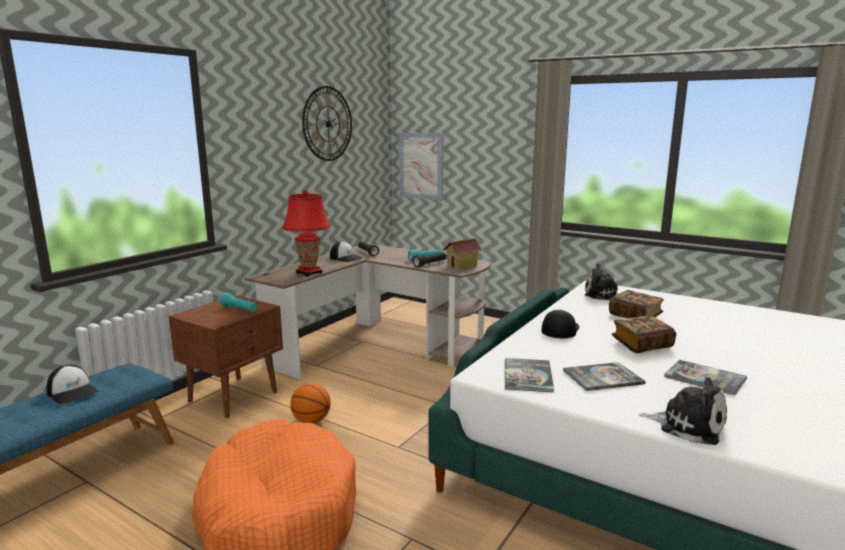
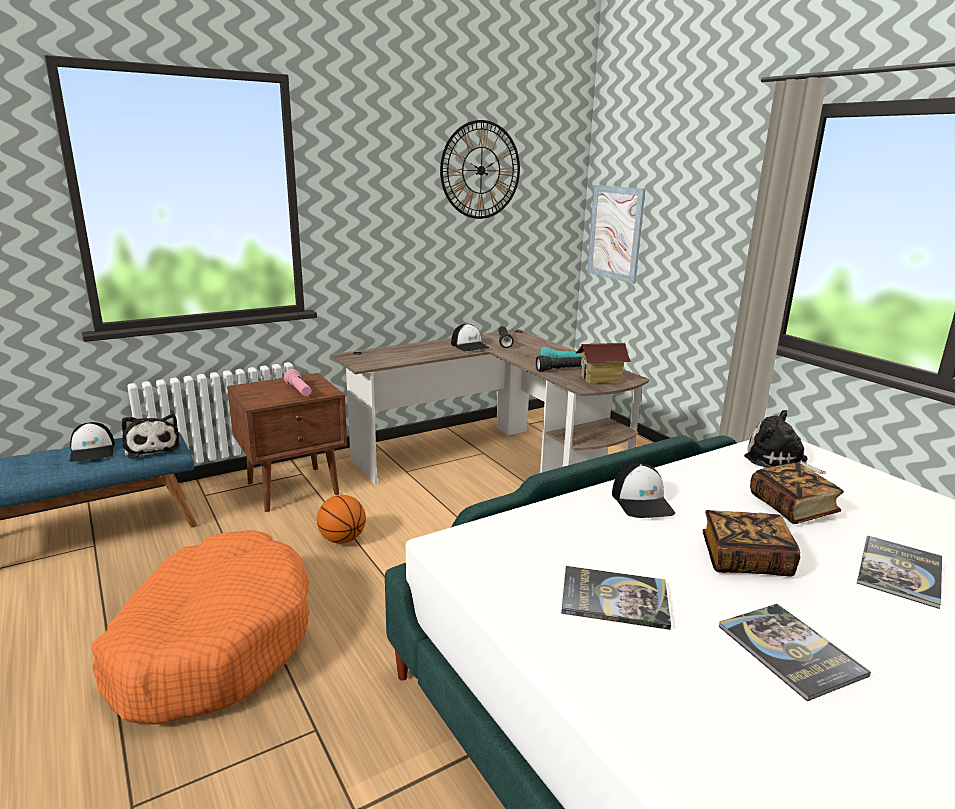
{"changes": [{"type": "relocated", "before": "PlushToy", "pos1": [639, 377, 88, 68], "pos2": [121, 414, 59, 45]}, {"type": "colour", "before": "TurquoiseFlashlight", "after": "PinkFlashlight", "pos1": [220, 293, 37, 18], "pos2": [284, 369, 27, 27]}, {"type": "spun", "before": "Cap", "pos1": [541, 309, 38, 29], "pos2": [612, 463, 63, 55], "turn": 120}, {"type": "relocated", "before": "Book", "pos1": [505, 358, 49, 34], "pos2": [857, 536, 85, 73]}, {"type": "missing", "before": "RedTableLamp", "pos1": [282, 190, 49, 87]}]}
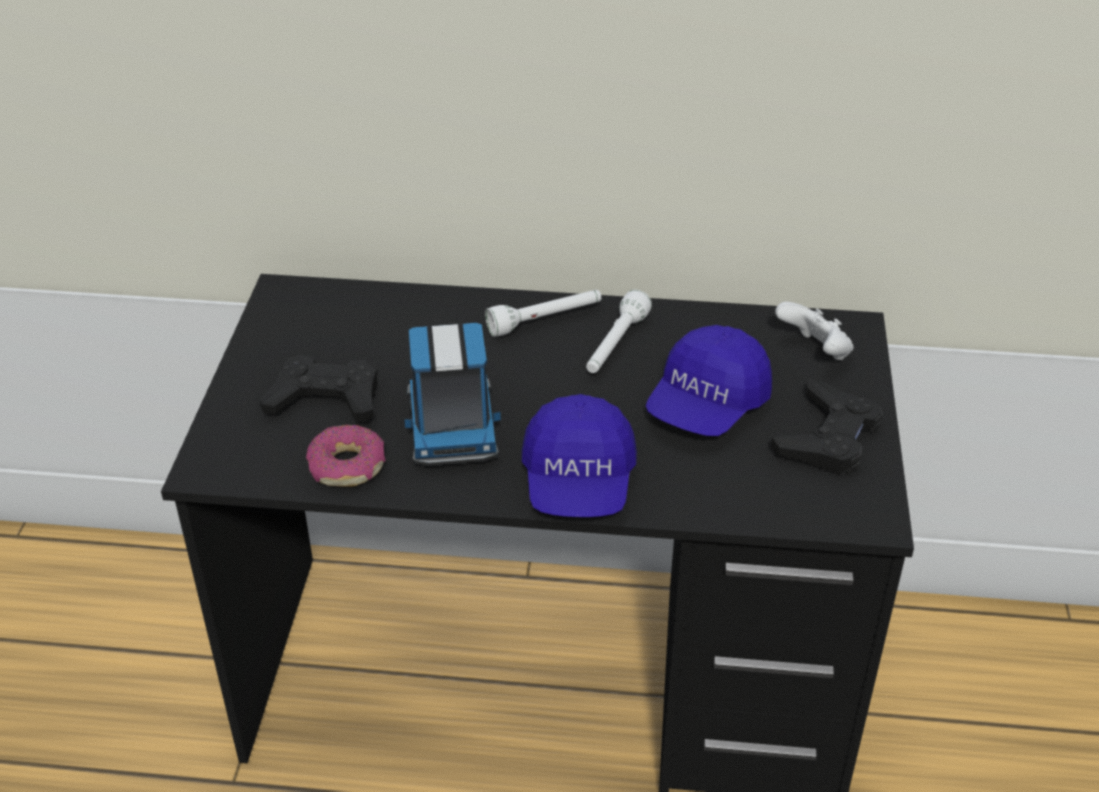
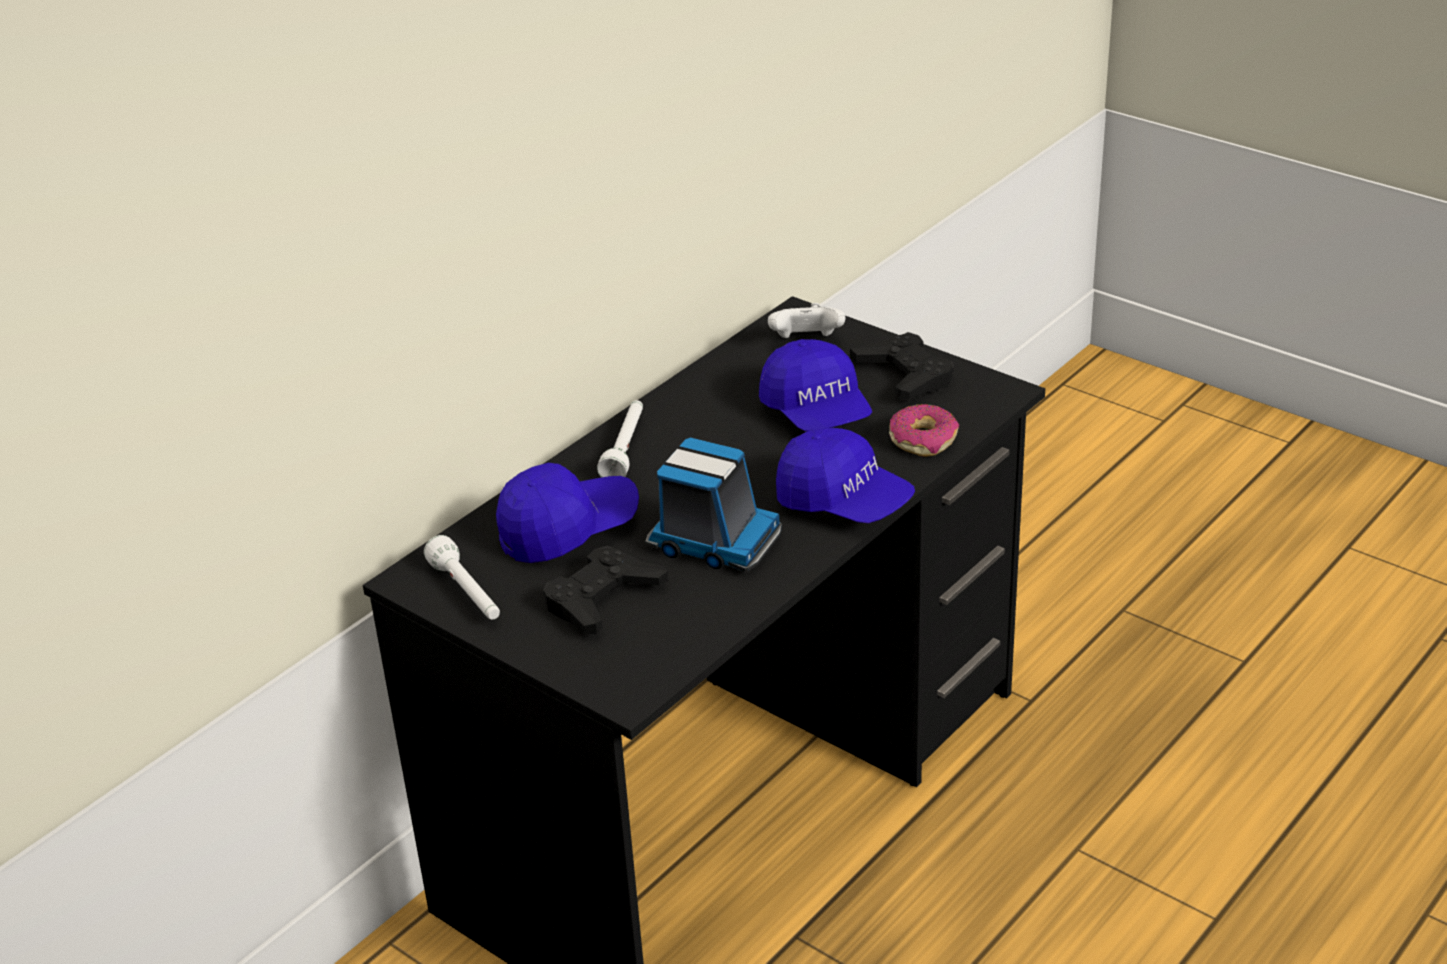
{"changes": [{"type": "relocated", "before": "WhiteFlashlight", "pos1": [586, 290, 66, 83], "pos2": [424, 535, 76, 85]}, {"type": "appeared", "after": "BlueCap", "pos2": [496, 463, 143, 100]}, {"type": "relocated", "before": "Donut", "pos1": [306, 425, 80, 62], "pos2": [889, 404, 70, 53]}]}
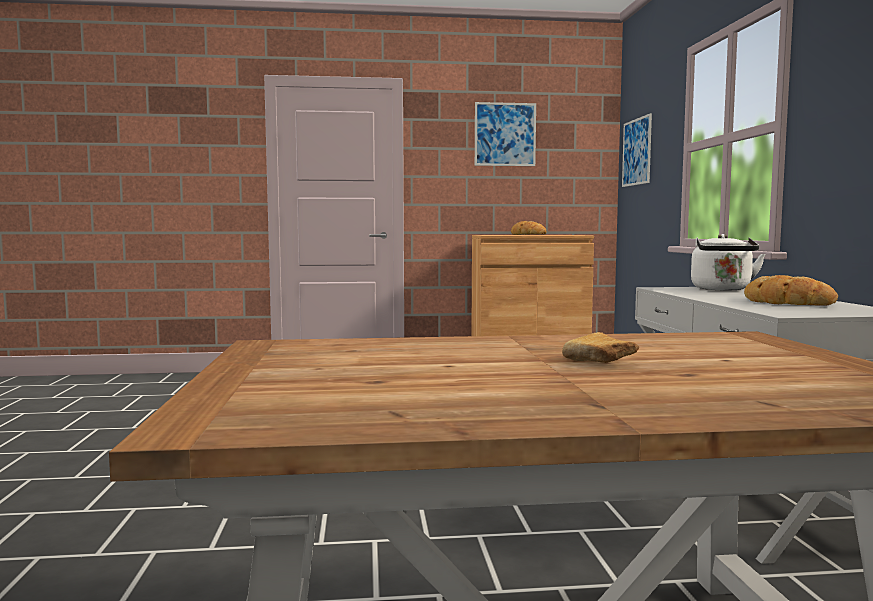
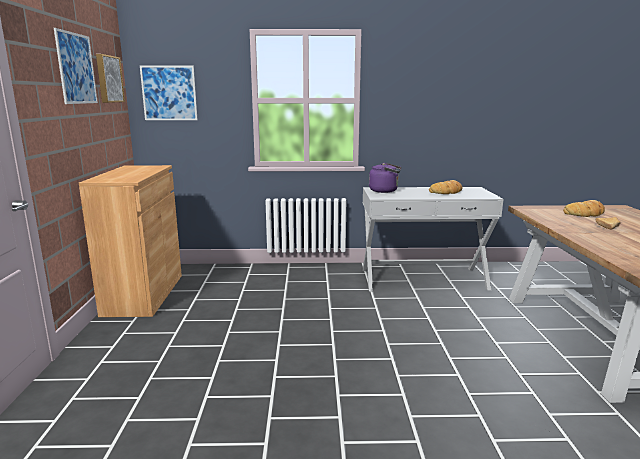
{"changes": [{"type": "appeared", "after": "Picture", "pos2": [96, 54, 29, 49]}, {"type": "colour", "before": "WhiteKettle", "after": "PurpleKettle", "pos1": [691, 234, 74, 56], "pos2": [369, 163, 33, 30]}, {"type": "relocated", "before": "Bread", "pos1": [511, 221, 36, 14], "pos2": [563, 200, 42, 17]}]}
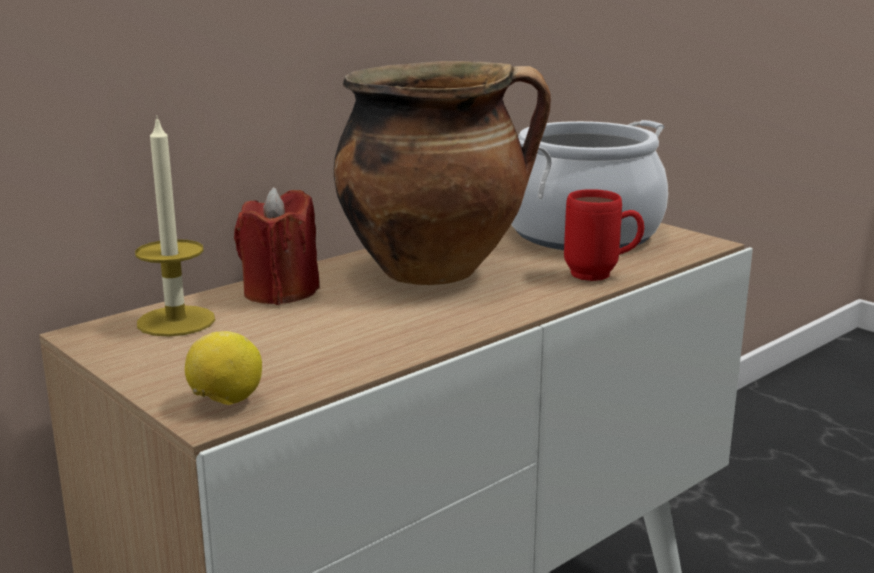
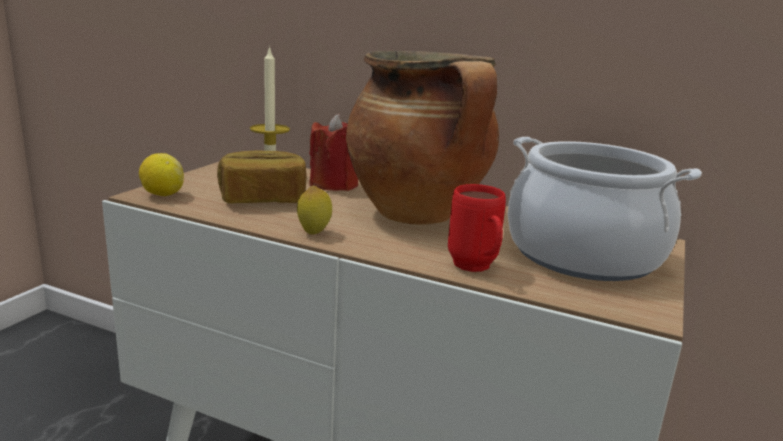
{"changes": [{"type": "appeared", "after": "Bread", "pos2": [217, 150, 90, 54]}, {"type": "appeared", "after": "Lemon", "pos2": [297, 186, 35, 49]}]}
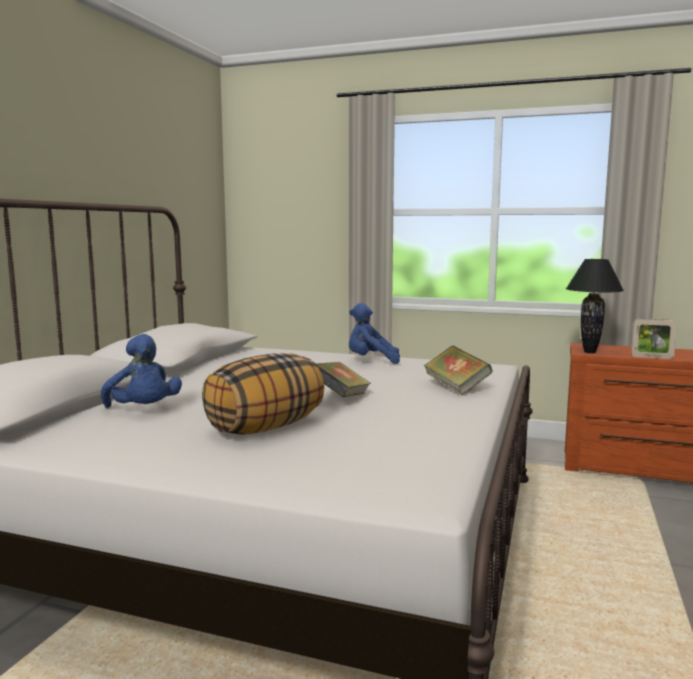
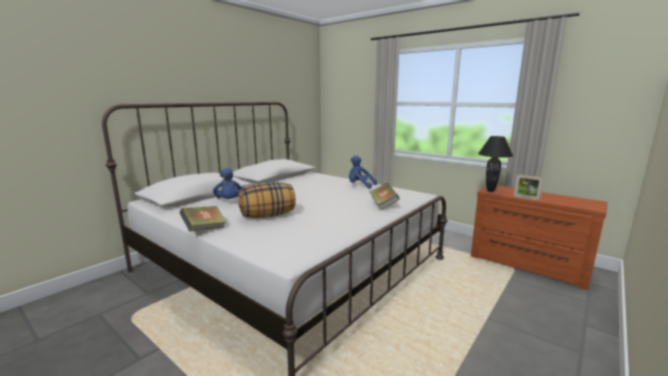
{"changes": [{"type": "relocated", "before": "Book", "pos1": [316, 362, 55, 35], "pos2": [180, 206, 47, 25]}]}
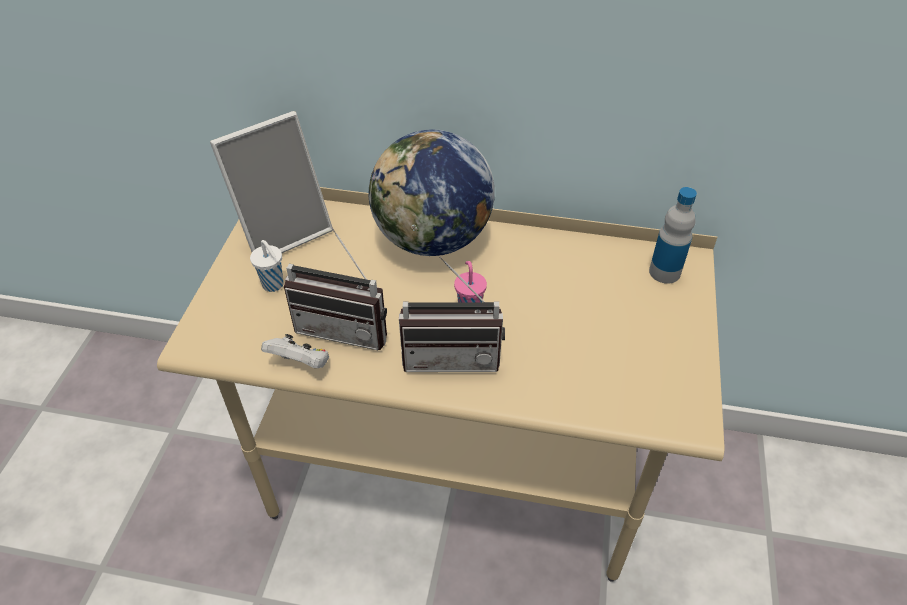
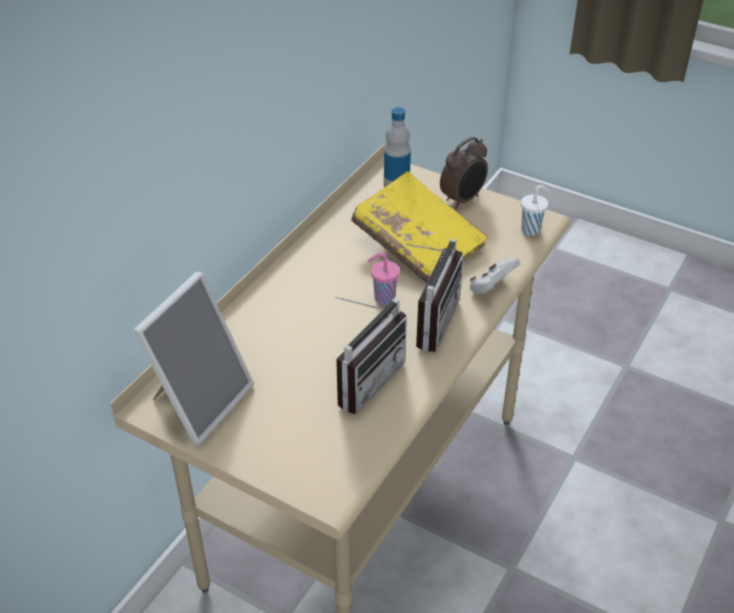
{"changes": [{"type": "spun", "before": "PictureFrame", "pos1": [210, 111, 123, 142], "pos2": [133, 272, 121, 173], "turn": 45}, {"type": "appeared", "after": "YellowBook", "pos2": [351, 171, 137, 112]}, {"type": "appeared", "after": "AlarmClock", "pos2": [440, 137, 48, 72]}, {"type": "relocated", "before": "WhiteGameController", "pos1": [261, 334, 68, 34], "pos2": [470, 258, 51, 37]}, {"type": "relocated", "before": "WhiteCup", "pos1": [250, 240, 34, 52], "pos2": [521, 185, 29, 51]}, {"type": "missing", "before": "Globe", "pos1": [368, 129, 127, 127]}]}
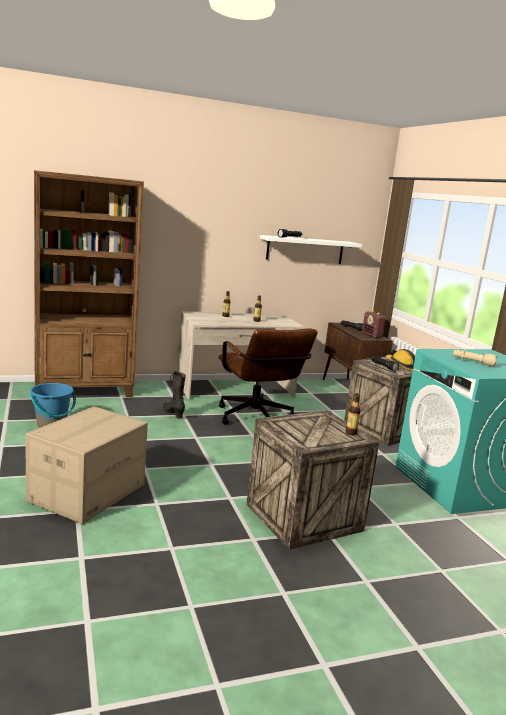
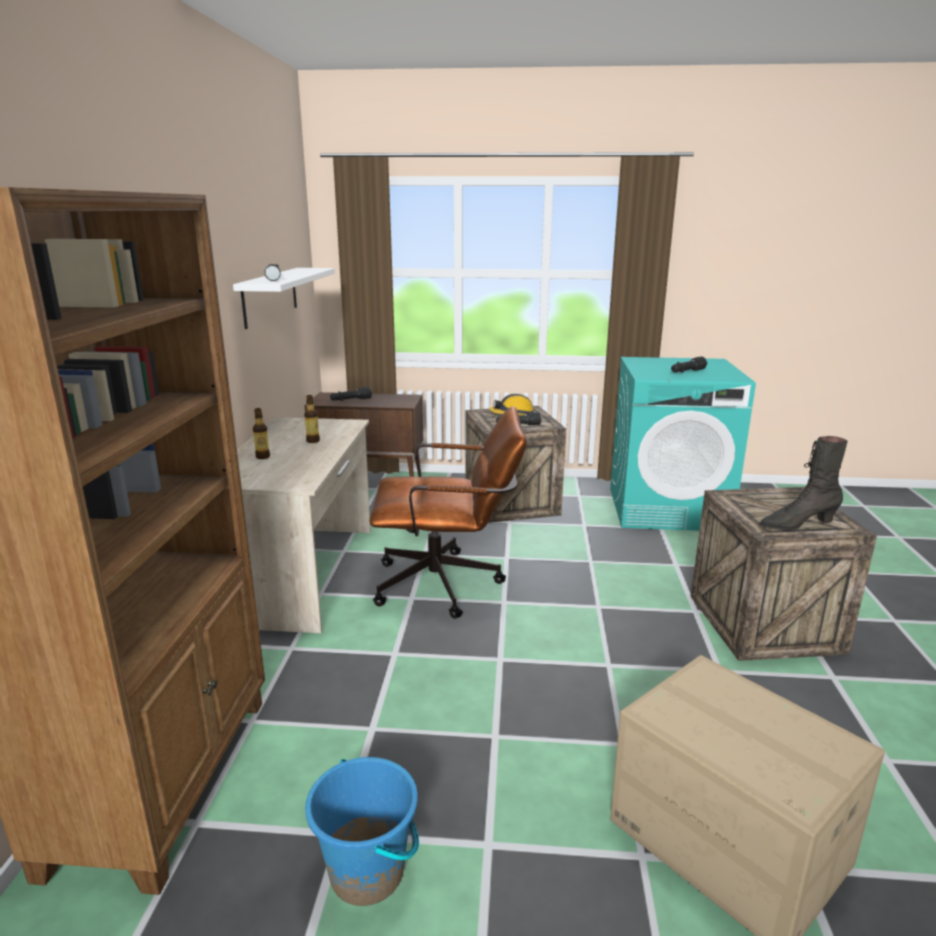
{"changes": [{"type": "colour", "before": "BeigeFlashlight", "after": "BlackFlashlight", "pos1": [453, 350, 44, 17], "pos2": [671, 356, 36, 17]}, {"type": "relocated", "before": "BlackBoot", "pos1": [163, 371, 23, 47], "pos2": [759, 436, 89, 95]}, {"type": "missing", "before": "Bottle", "pos1": [346, 394, 15, 41]}, {"type": "missing", "before": "Radio", "pos1": [362, 310, 25, 28]}]}
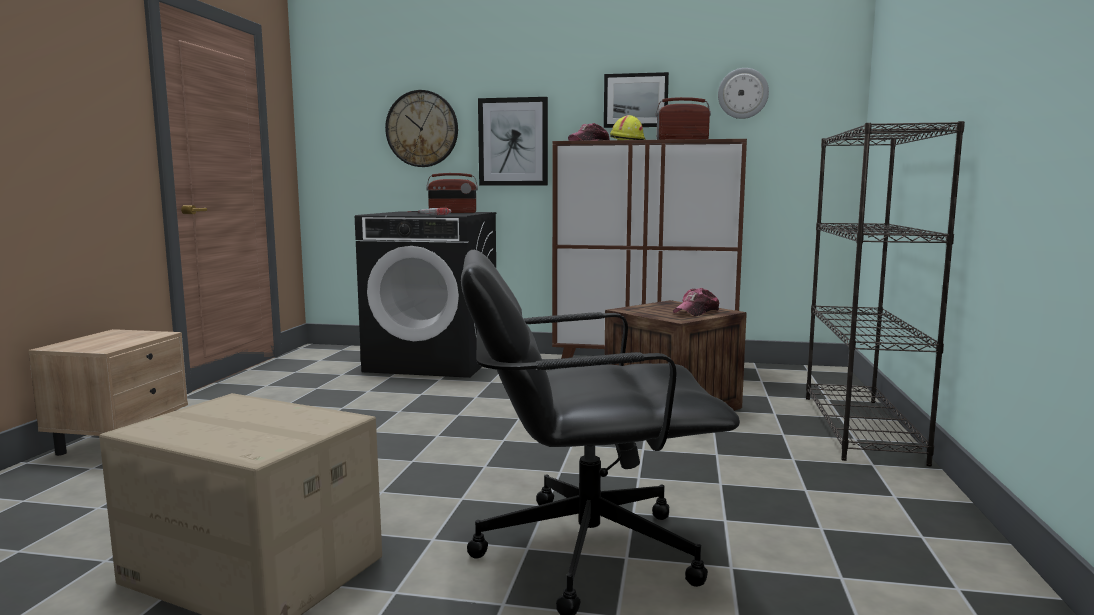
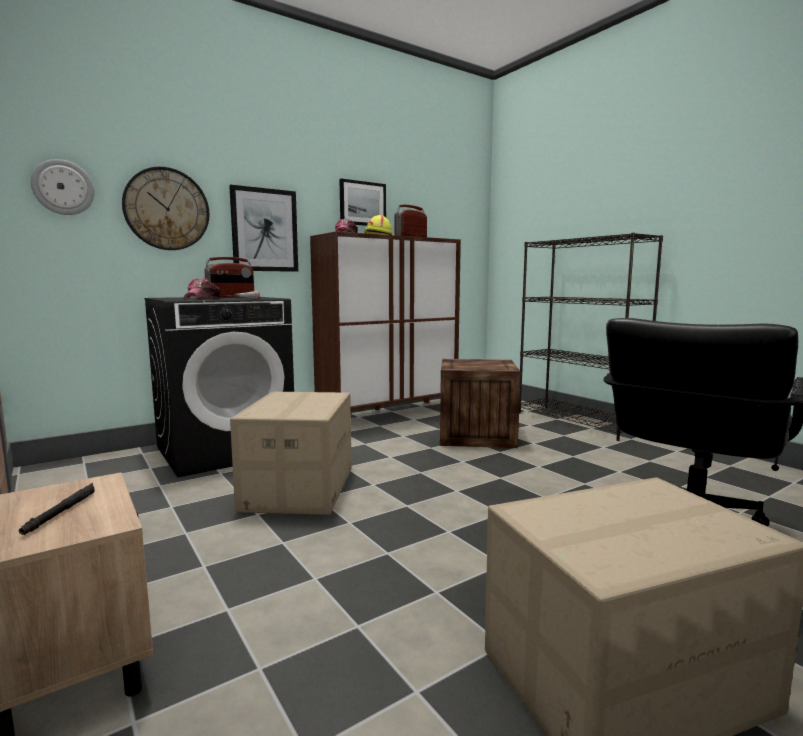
{"changes": [{"type": "appeared", "after": "BlackFlashlight", "pos2": [19, 483, 76, 52]}, {"type": "relocated", "before": "WallClock", "pos1": [718, 68, 51, 51], "pos2": [31, 159, 63, 56]}, {"type": "relocated", "before": "Cap", "pos1": [673, 288, 46, 28], "pos2": [184, 278, 36, 21]}, {"type": "appeared", "after": "CardboardBox", "pos2": [230, 392, 122, 123]}]}
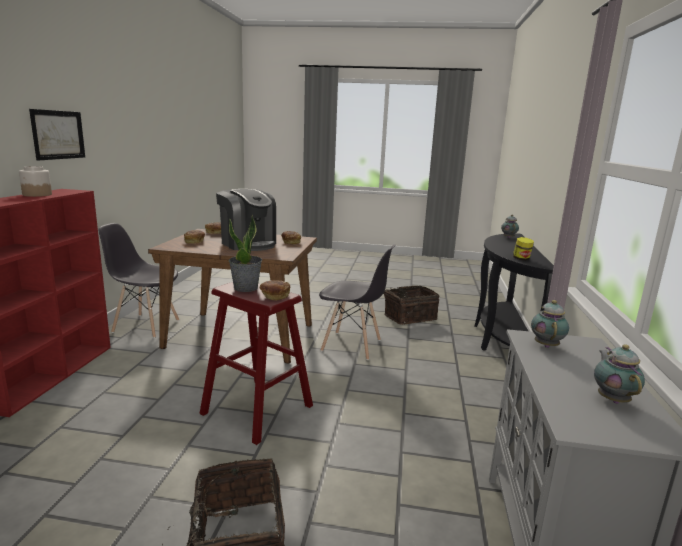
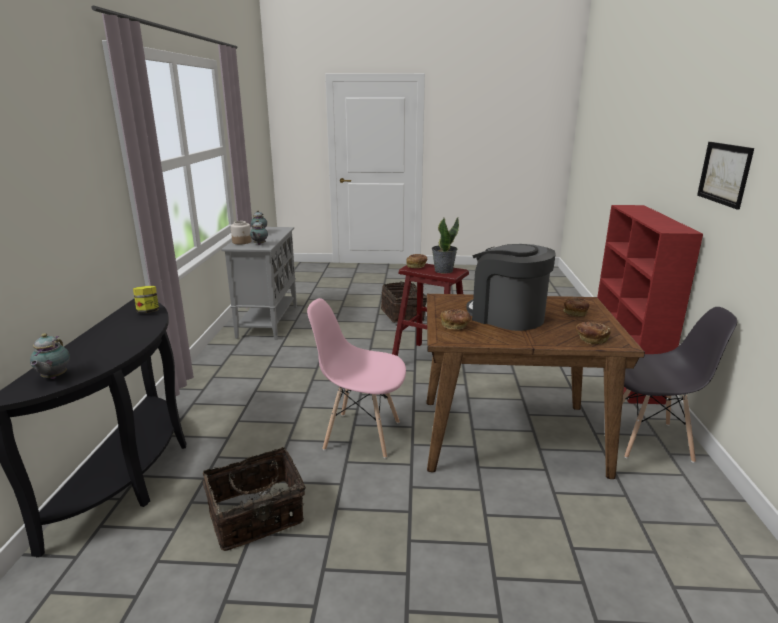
{"changes": [{"type": "relocated", "before": "Jar", "pos1": [19, 166, 33, 31], "pos2": [231, 221, 20, 24]}, {"type": "colour", "before": "GreyChair", "after": "PinkChair", "pos1": [319, 244, 77, 116], "pos2": [307, 298, 99, 160]}]}
